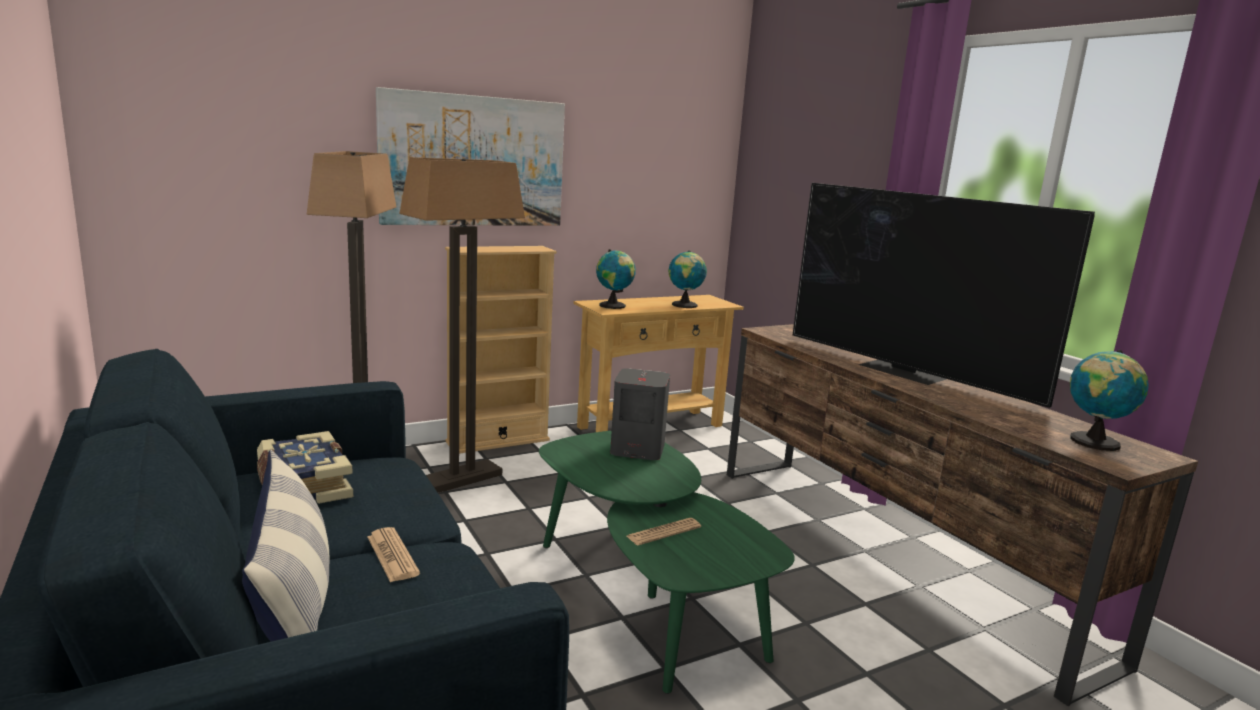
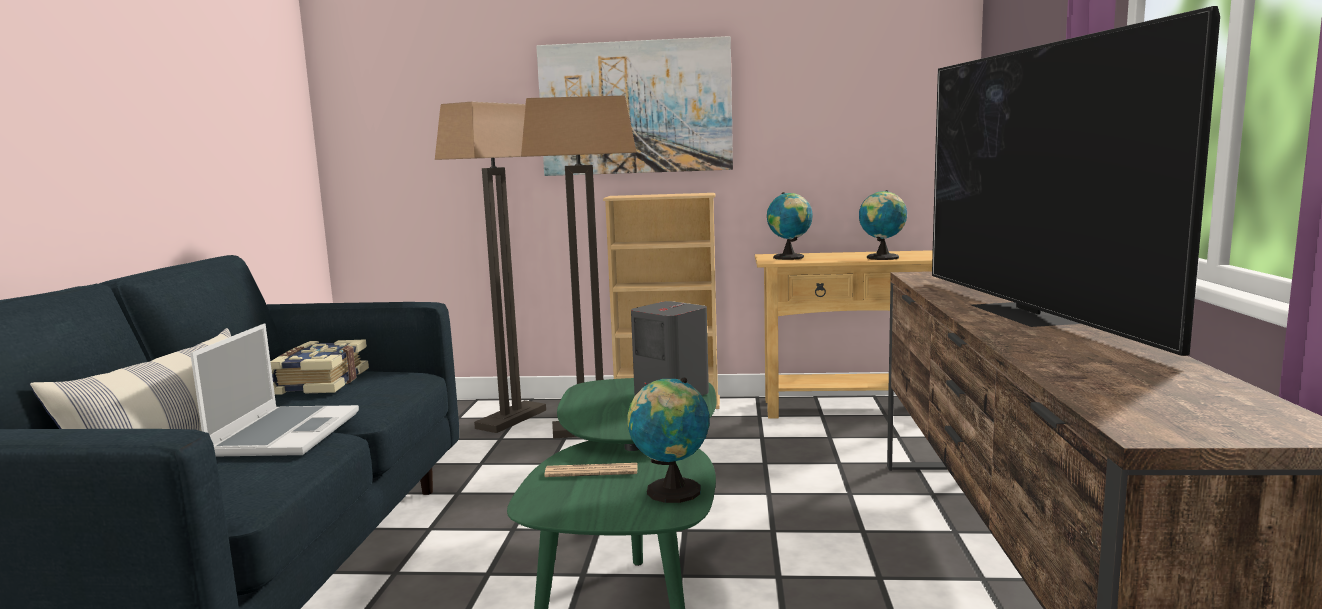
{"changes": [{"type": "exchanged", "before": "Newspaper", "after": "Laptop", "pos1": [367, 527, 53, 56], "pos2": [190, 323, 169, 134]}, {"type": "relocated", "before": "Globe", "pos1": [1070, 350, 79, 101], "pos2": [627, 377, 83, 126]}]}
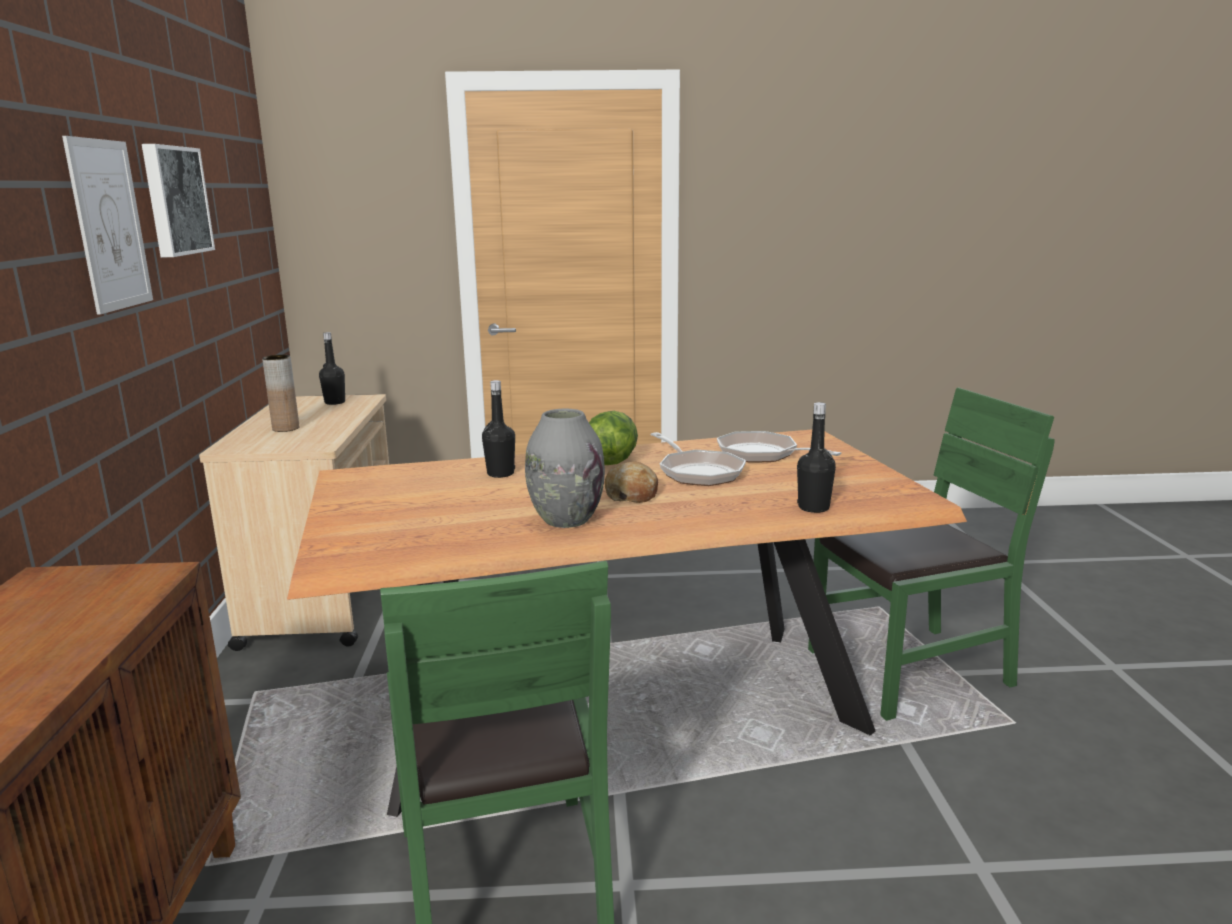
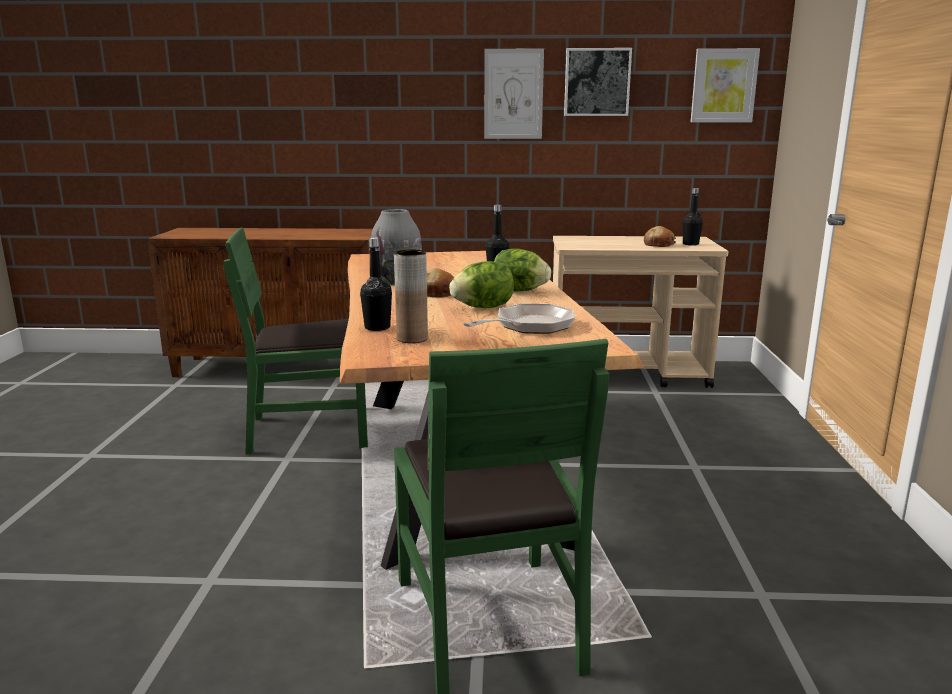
{"changes": [{"type": "relocated", "before": "BrownVase", "pos1": [262, 355, 37, 77], "pos2": [394, 250, 34, 93]}, {"type": "exchanged", "before": "FryingPan", "after": "Lettuce", "pos1": [650, 432, 96, 54], "pos2": [449, 261, 65, 47]}, {"type": "appeared", "after": "Bread", "pos2": [644, 226, 32, 21]}, {"type": "appeared", "after": "Picture", "pos2": [691, 48, 69, 74]}]}
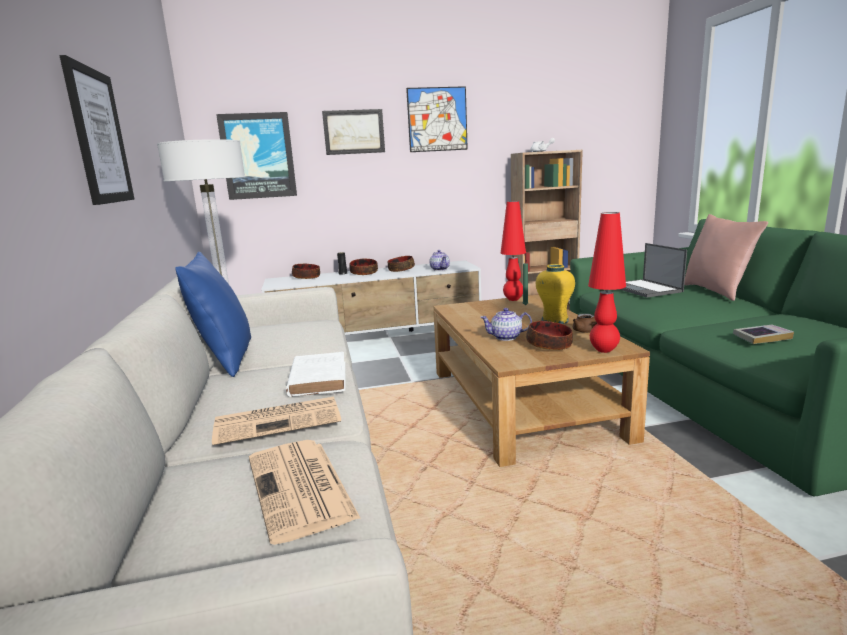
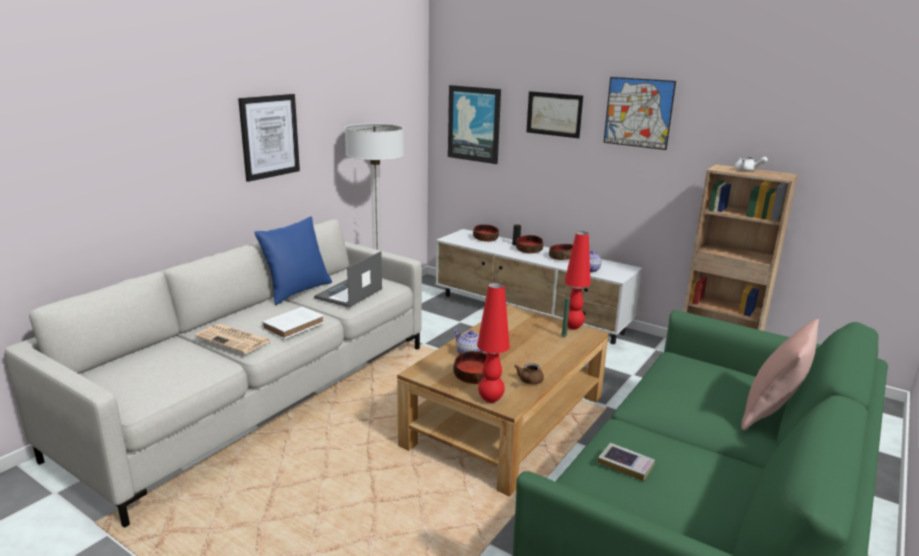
{"changes": [{"type": "relocated", "before": "Laptop", "pos1": [620, 243, 67, 55], "pos2": [314, 251, 68, 56]}, {"type": "missing", "before": "Newspaper", "pos1": [249, 440, 112, 105]}, {"type": "missing", "before": "YellowVase", "pos1": [536, 264, 39, 60]}]}
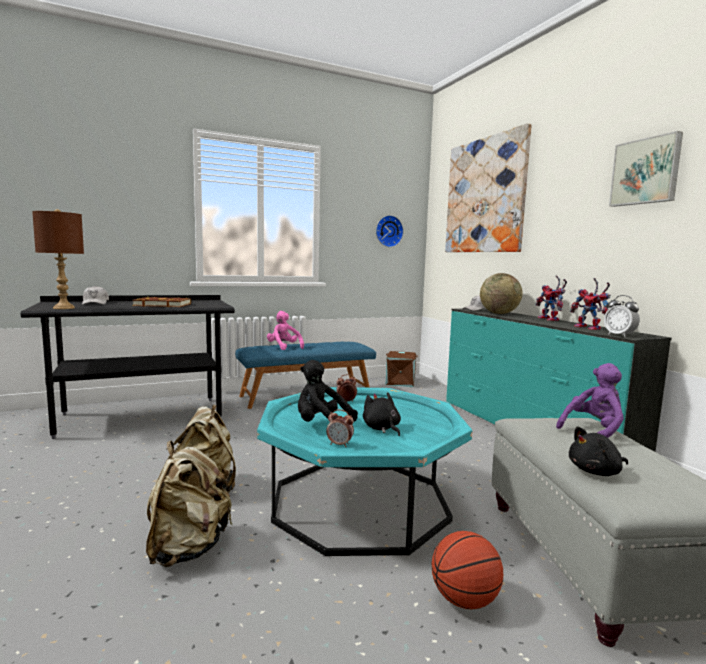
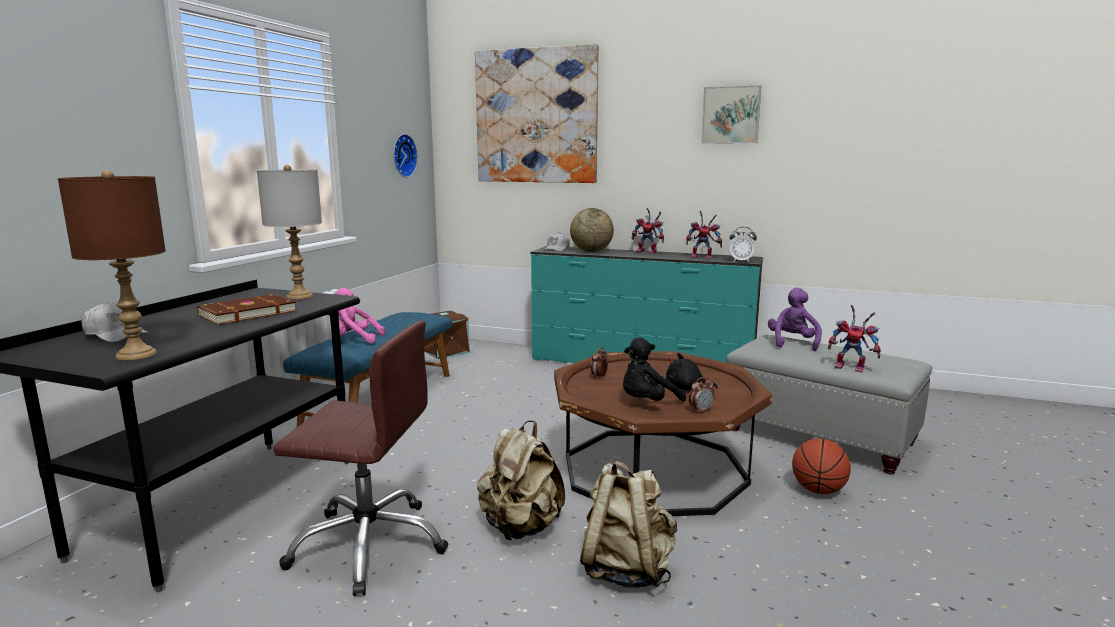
{"changes": [{"type": "appeared", "after": "GreyTableLamp", "pos2": [257, 165, 65, 134]}, {"type": "appeared", "after": "BrownOfficeChair", "pos2": [274, 320, 174, 276]}, {"type": "colour", "before": "TurquoiseCoffeeTable", "after": "BrownCoffeeTable", "pos1": [257, 387, 215, 169], "pos2": [554, 351, 218, 165]}, {"type": "exchanged", "before": "BlackPlushToy", "after": "ToyRobot", "pos1": [569, 427, 59, 49], "pos2": [828, 305, 53, 67]}]}
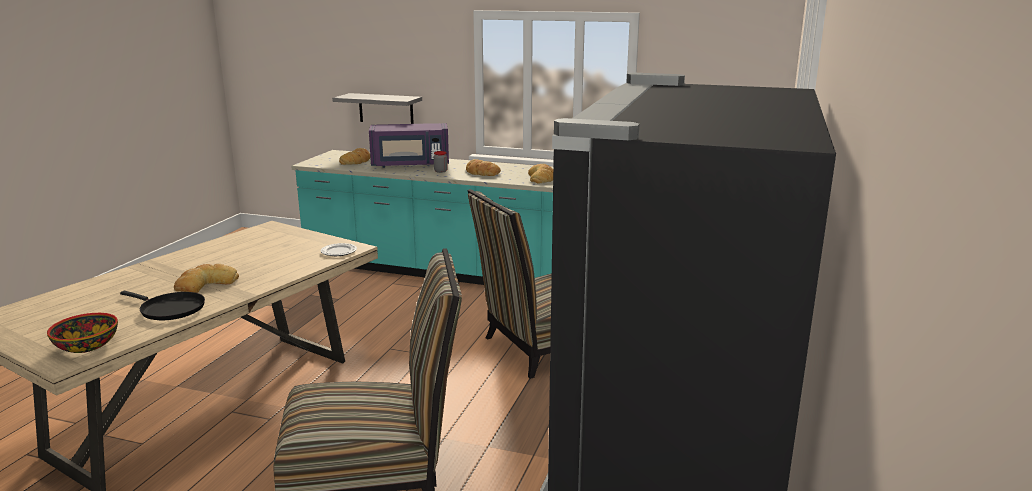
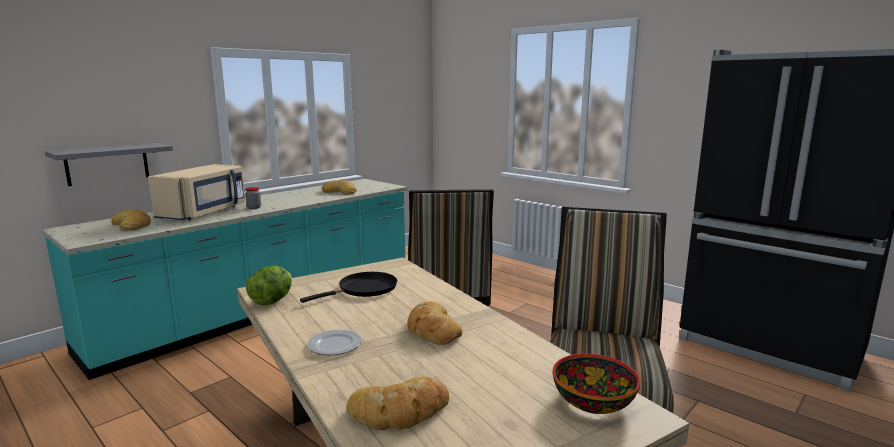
{"changes": [{"type": "colour", "before": "PurpleMicrowave", "after": "BeigeMicrowave", "pos1": [369, 123, 80, 45], "pos2": [148, 164, 97, 56]}, {"type": "appeared", "after": "Lettuce", "pos2": [246, 266, 46, 39]}, {"type": "relocated", "before": "BlackFryingPan", "pos1": [120, 291, 85, 29], "pos2": [300, 272, 97, 31]}, {"type": "relocated", "before": "Plate", "pos1": [320, 243, 37, 13], "pos2": [307, 330, 55, 25]}, {"type": "relocated", "before": "Bread", "pos1": [466, 159, 35, 17], "pos2": [346, 377, 103, 53]}]}
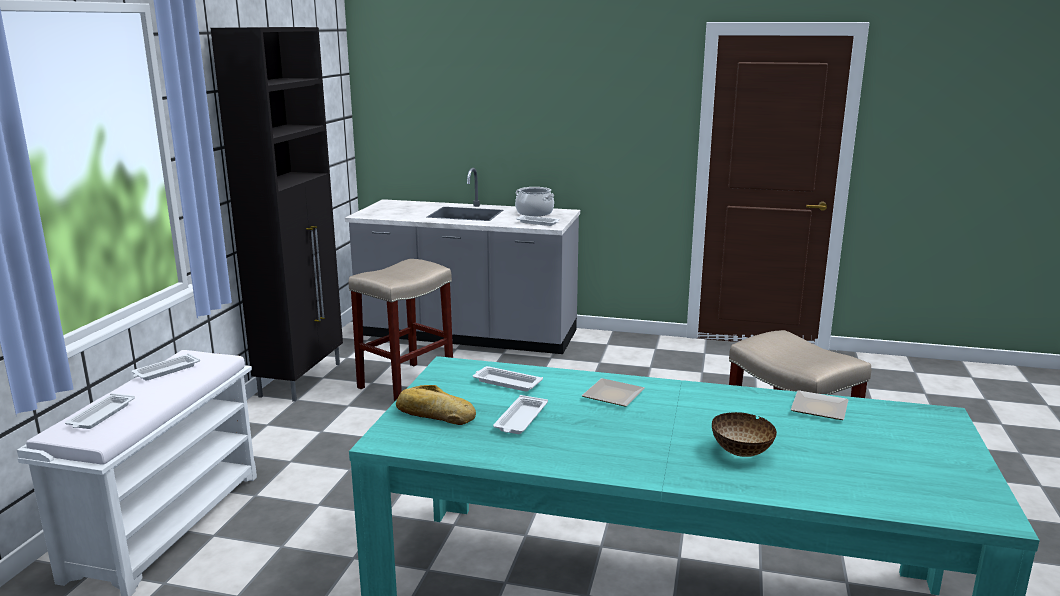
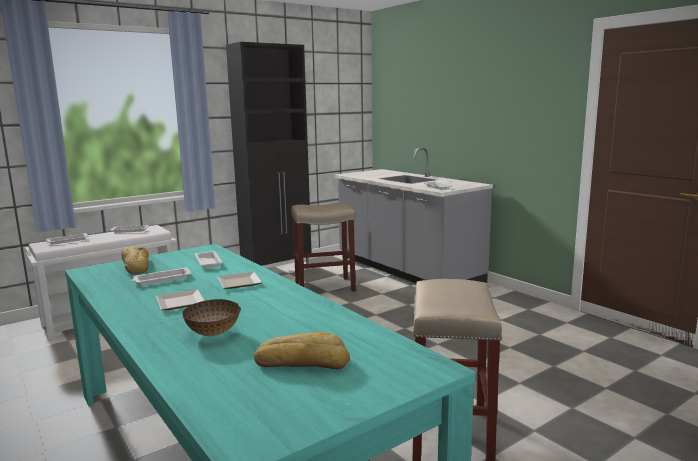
{"changes": [{"type": "relocated", "before": "Plate", "pos1": [791, 391, 58, 29], "pos2": [156, 289, 49, 21]}, {"type": "appeared", "after": "Bread", "pos2": [254, 332, 96, 38]}, {"type": "missing", "before": "CookingPot", "pos1": [515, 187, 39, 29]}]}
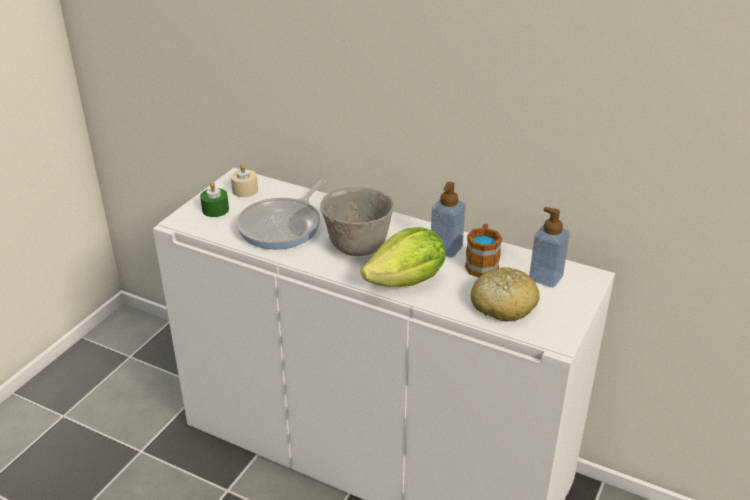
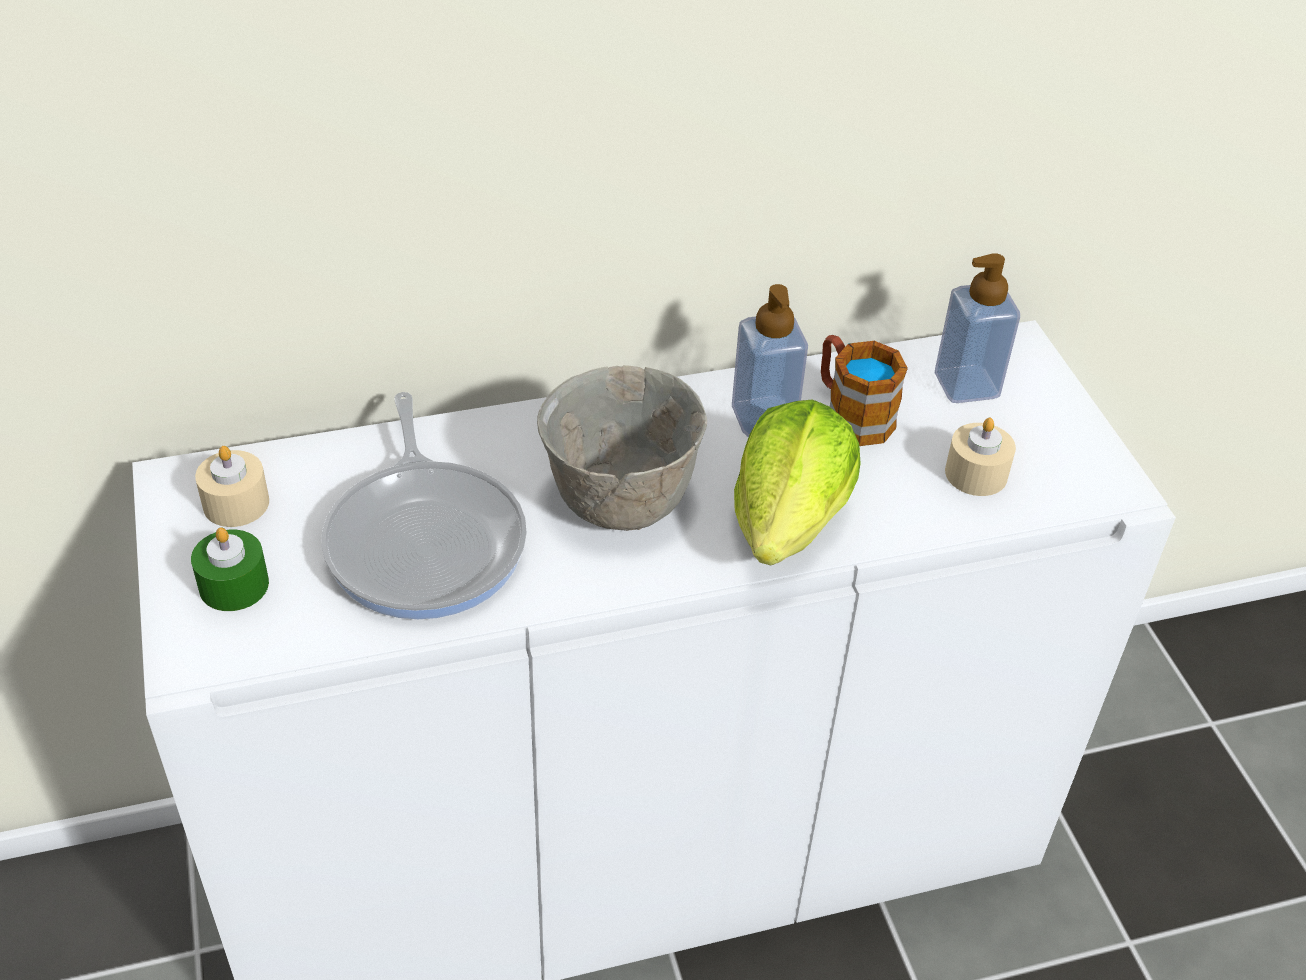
{"changes": [{"type": "exchanged", "before": "Bread", "after": "BeigeCandle", "pos1": [471, 267, 69, 54], "pos2": [945, 418, 71, 78]}]}
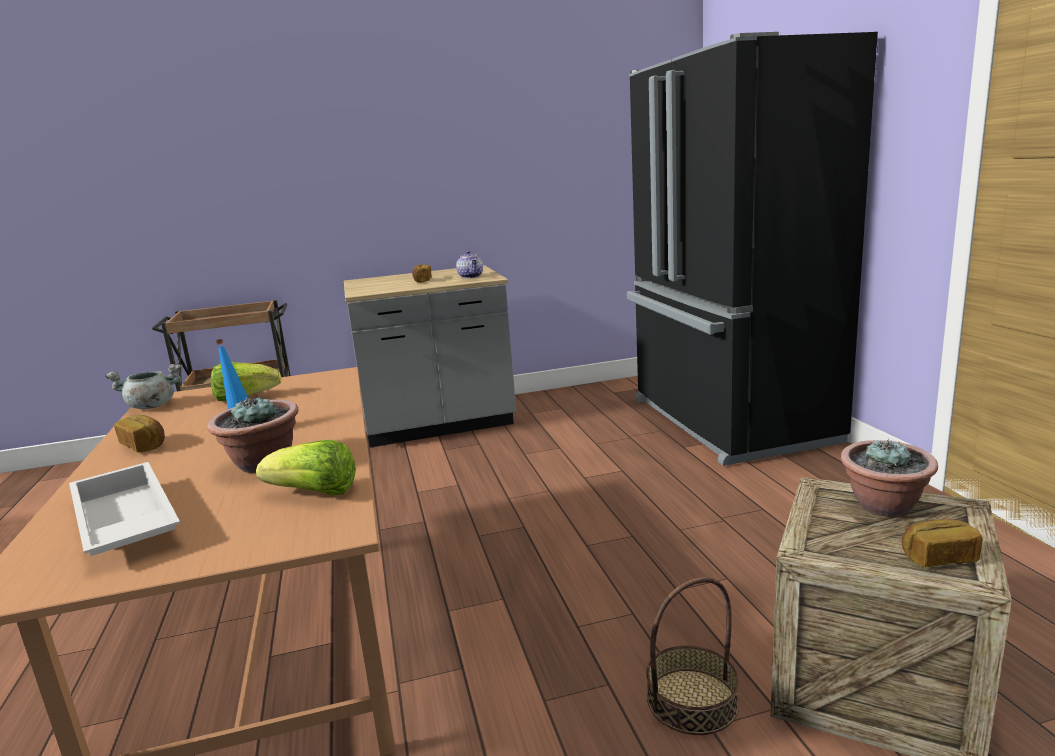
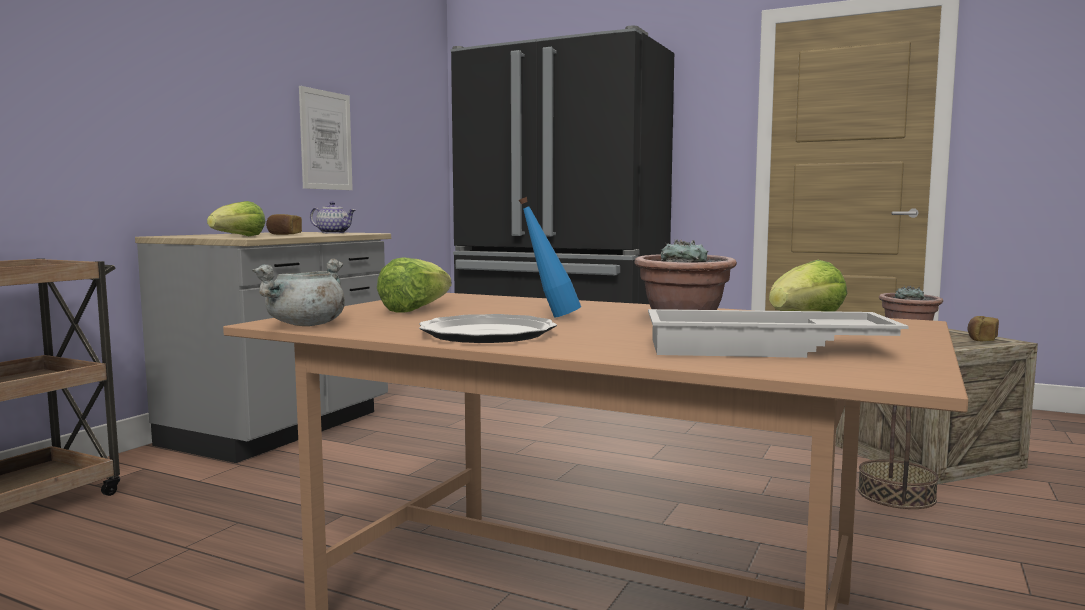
{"changes": [{"type": "appeared", "after": "Lettuce", "pos2": [207, 201, 58, 35]}, {"type": "appeared", "after": "Picture", "pos2": [299, 86, 54, 104]}, {"type": "exchanged", "before": "Bread", "after": "Plate", "pos1": [114, 415, 51, 37], "pos2": [419, 314, 138, 29]}]}
